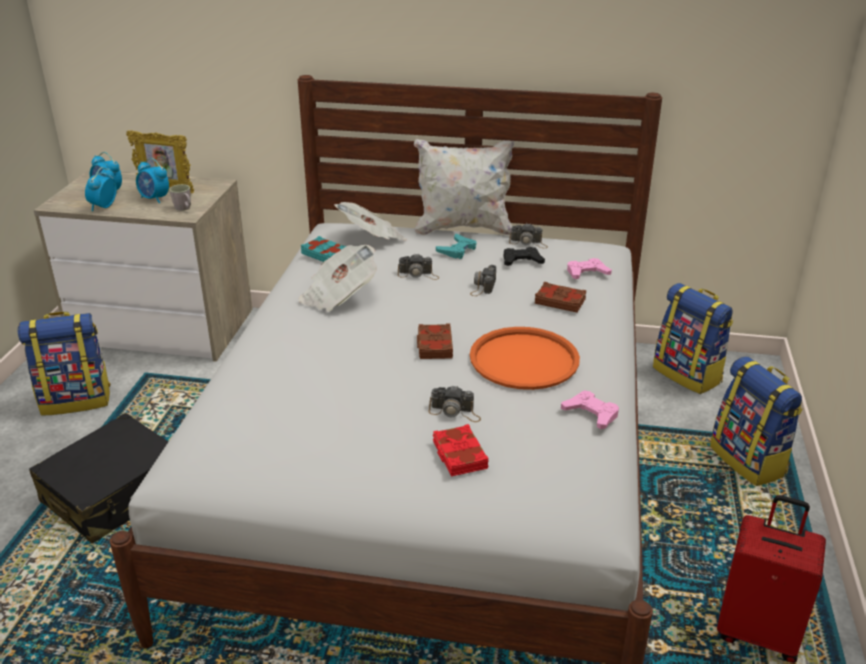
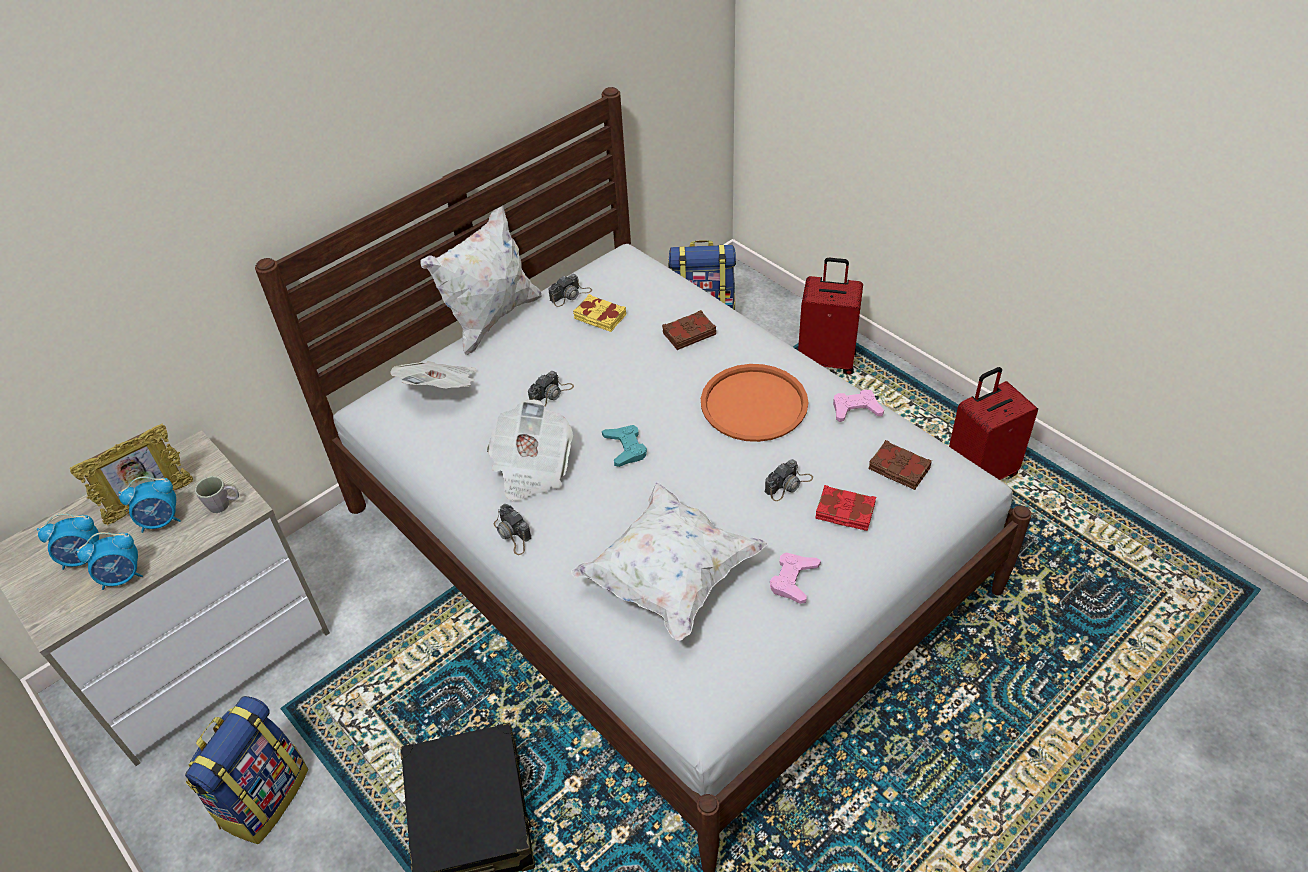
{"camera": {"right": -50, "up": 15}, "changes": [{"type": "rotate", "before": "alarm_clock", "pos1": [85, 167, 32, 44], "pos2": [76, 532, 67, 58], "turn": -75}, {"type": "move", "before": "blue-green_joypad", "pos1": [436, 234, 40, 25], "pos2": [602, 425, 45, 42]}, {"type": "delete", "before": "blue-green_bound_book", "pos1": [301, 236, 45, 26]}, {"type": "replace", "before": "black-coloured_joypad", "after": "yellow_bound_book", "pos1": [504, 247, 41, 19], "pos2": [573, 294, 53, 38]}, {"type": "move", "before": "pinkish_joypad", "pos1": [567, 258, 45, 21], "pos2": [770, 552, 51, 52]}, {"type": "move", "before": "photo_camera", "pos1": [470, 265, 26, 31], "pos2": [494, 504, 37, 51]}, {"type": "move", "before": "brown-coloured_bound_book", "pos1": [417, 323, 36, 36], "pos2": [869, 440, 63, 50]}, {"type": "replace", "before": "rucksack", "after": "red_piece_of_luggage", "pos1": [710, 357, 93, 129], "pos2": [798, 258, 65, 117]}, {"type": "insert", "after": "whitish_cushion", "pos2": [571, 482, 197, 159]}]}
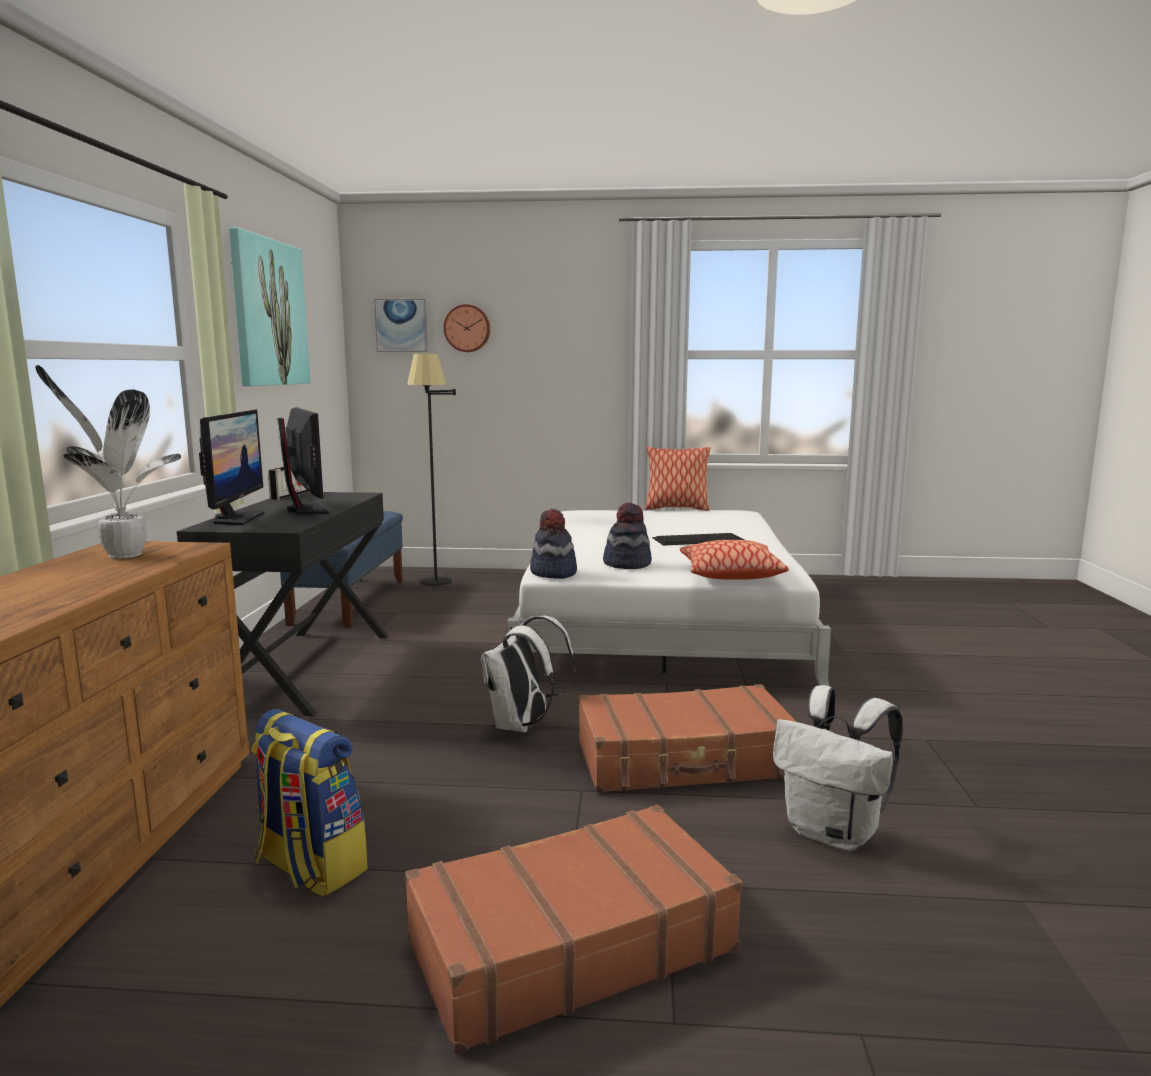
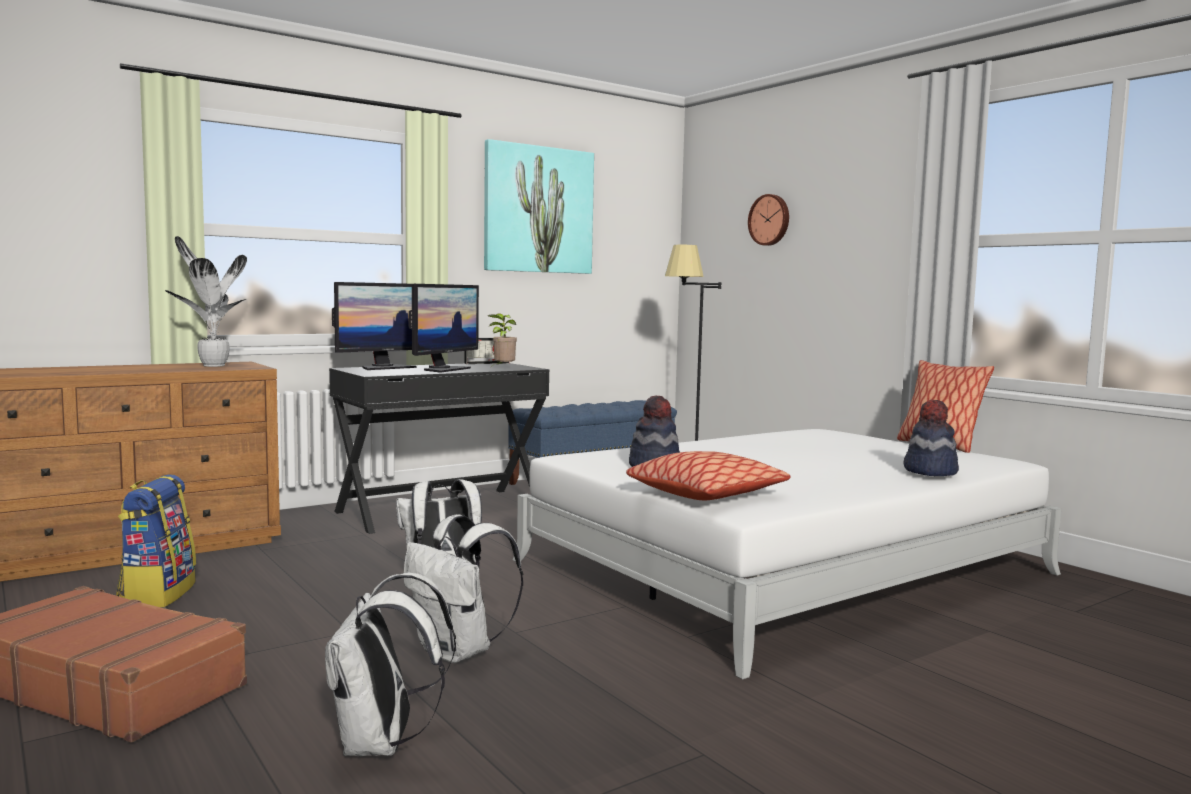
{"camera": {"right": 50, "up": -5}, "changes": [{"type": "delete", "before": "picture", "pos1": [374, 299, 54, 53]}, {"type": "move", "before": "hat", "pos1": [530, 509, 47, 70], "pos2": [904, 400, 55, 76]}, {"type": "delete", "before": "computer_keyboard", "pos1": [652, 533, 92, 13]}, {"type": "replace", "before": "brown-coloured_piece_of_luggage", "after": "whitish_rucksack", "pos1": [578, 684, 219, 109], "pos2": [404, 514, 119, 149]}, {"type": "insert", "after": "potted_plant", "pos2": [488, 314, 29, 53]}]}
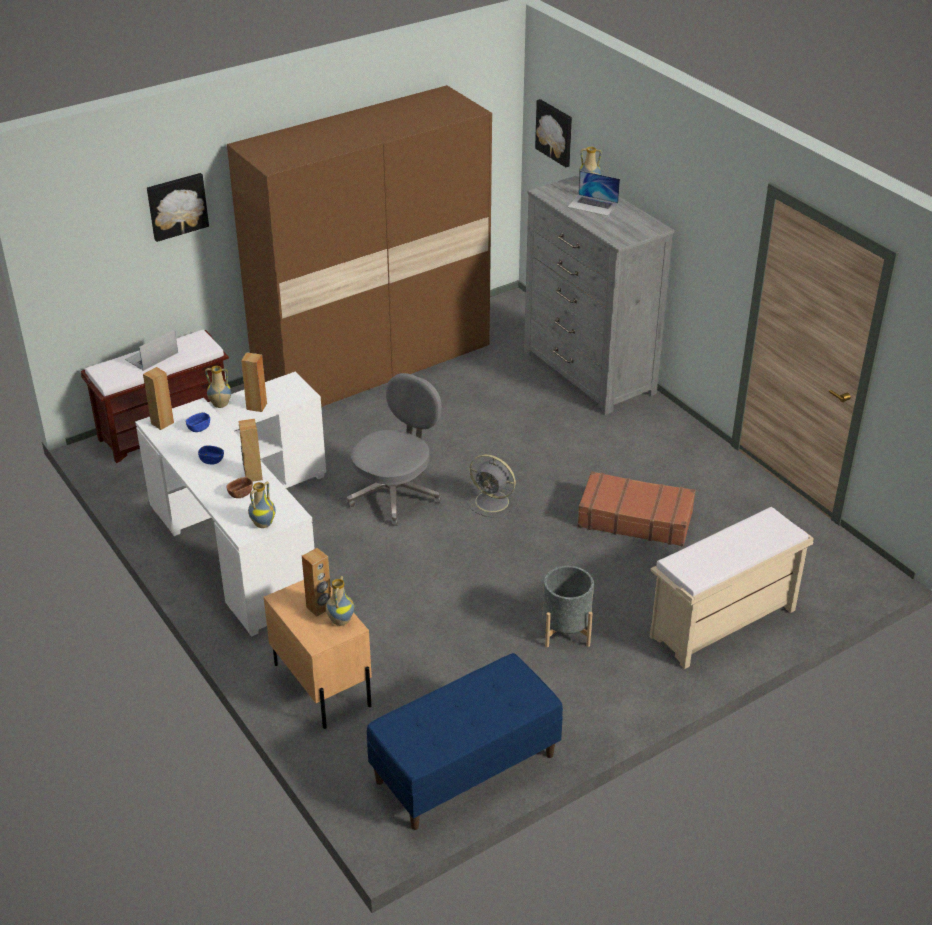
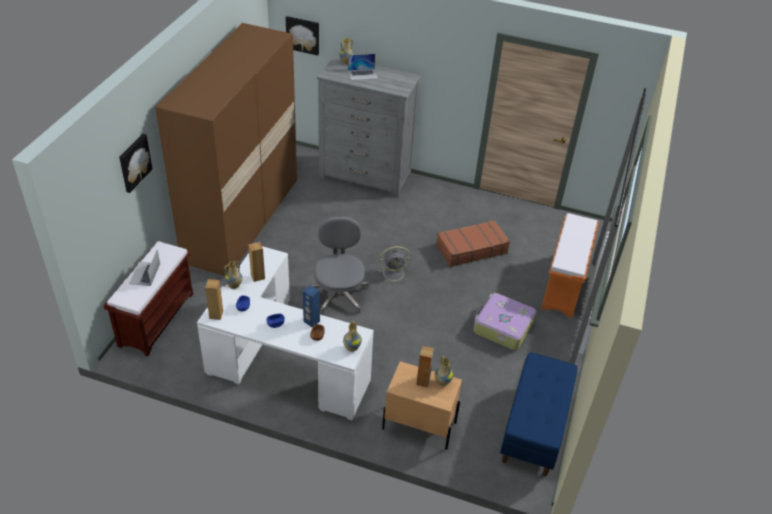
{"camera": {"right": -40, "up": 5}, "changes": [{"type": "recolor", "before": "brown-coloured_speaker", "after": "bluish_speaker", "pos1": [238, 419, 25, 63], "pos2": [303, 285, 17, 43]}, {"type": "recolor", "before": "beige-coloured_indoor_bench", "after": "orange-coloured_indoor_bench", "pos1": [650, 507, 164, 162], "pos2": [541, 213, 58, 105]}, {"type": "replace", "before": "grey_flower_pot", "after": "piece_of_luggage", "pos1": [542, 566, 52, 81], "pos2": [473, 293, 64, 57]}]}
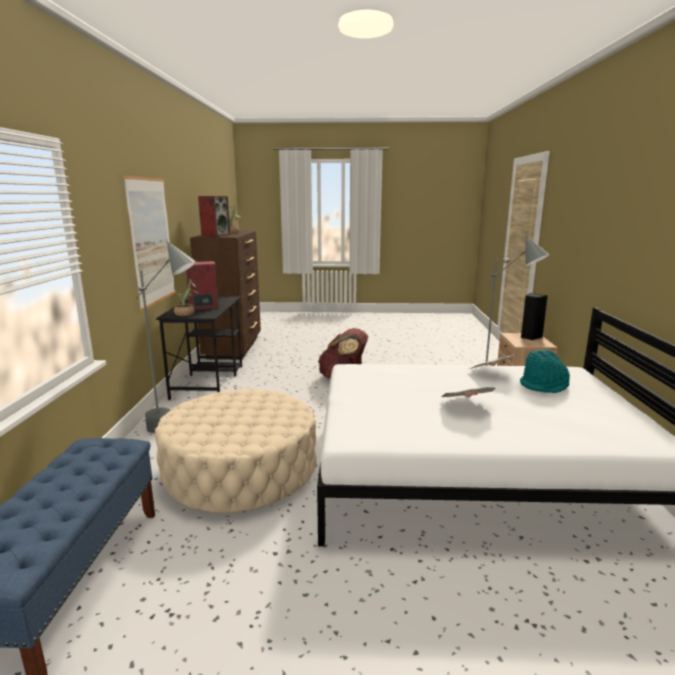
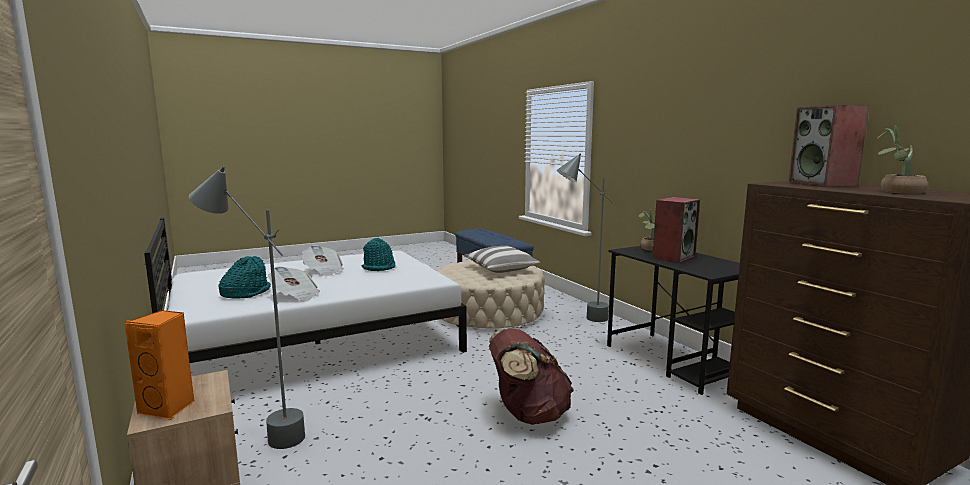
{"camera": {"right": 150, "up": -5}, "changes": [{"type": "delete", "before": "picture", "pos1": [123, 176, 53, 135]}, {"type": "recolor", "before": "black-coloured_speaker", "after": "orange-coloured_speaker", "pos1": [521, 293, 27, 47], "pos2": [124, 310, 71, 110]}, {"type": "insert", "after": "blue-green_hat", "pos2": [362, 238, 33, 33]}, {"type": "insert", "after": "cushion", "pos2": [464, 246, 76, 27]}]}
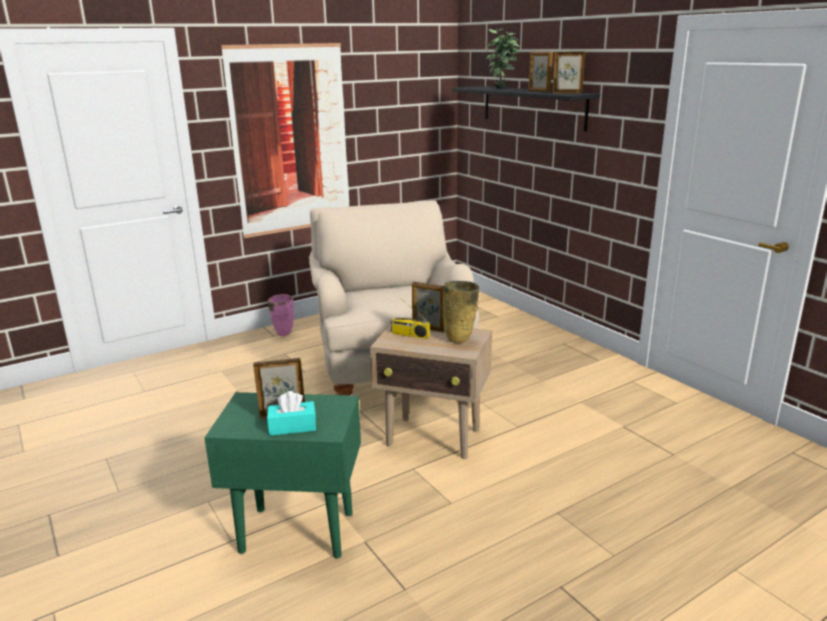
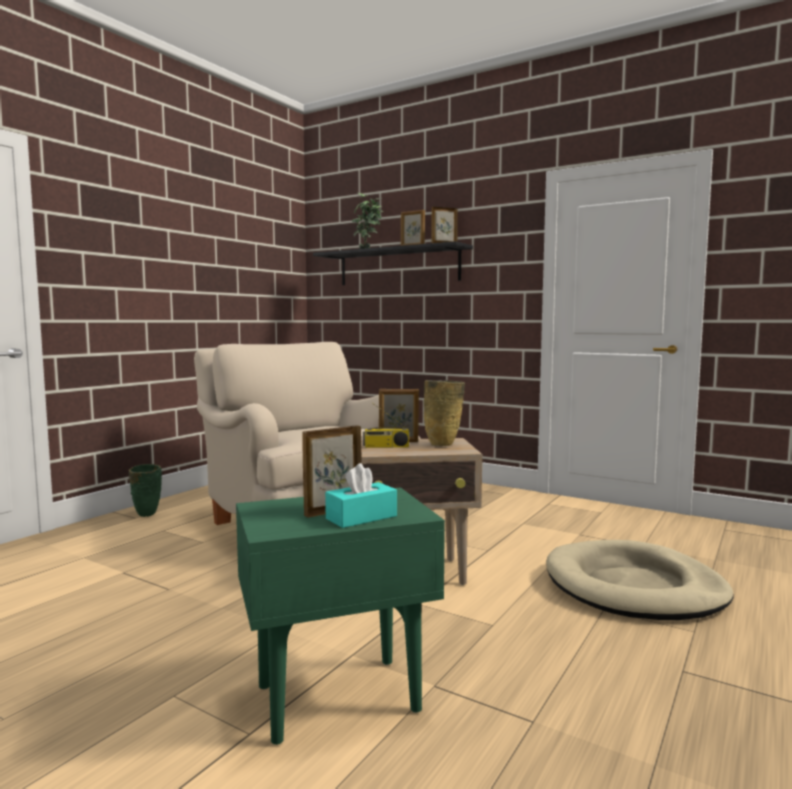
{"camera": {"right": -25, "up": -15}, "changes": [{"type": "delete", "before": "picture", "pos1": [221, 43, 128, 195]}, {"type": "recolor", "before": "pinkish_flower_vase", "after": "green-coloured_flower_vase", "pos1": [268, 294, 26, 42], "pos2": [129, 464, 33, 53]}, {"type": "insert", "after": "beige-coloured_dog_cushion", "pos2": [546, 540, 188, 80]}]}
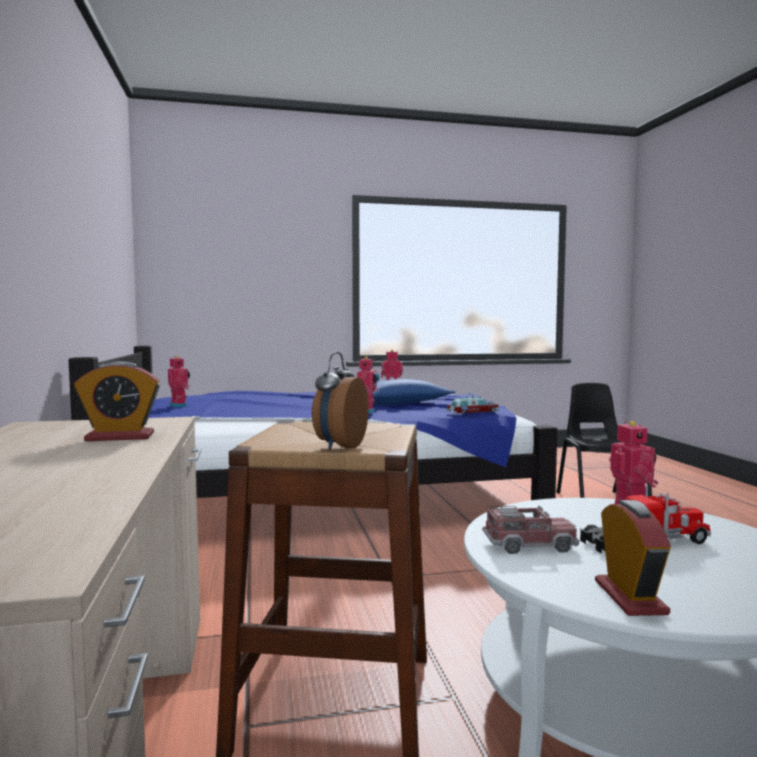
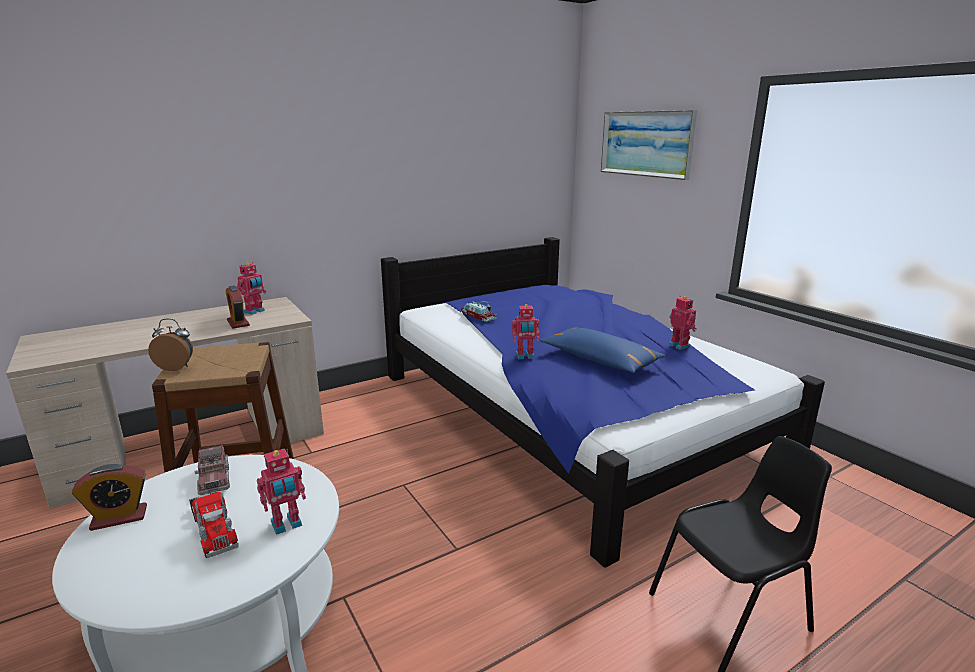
{"camera": {"right": 70, "up": 15}, "changes": [{"type": "move", "before": "model_robot", "pos1": [168, 356, 22, 51], "pos2": [237, 262, 29, 53]}, {"type": "move", "before": "toy_car", "pos1": [446, 393, 53, 21], "pos2": [461, 301, 36, 21]}, {"type": "insert", "after": "picture", "pos2": [601, 110, 96, 70]}]}
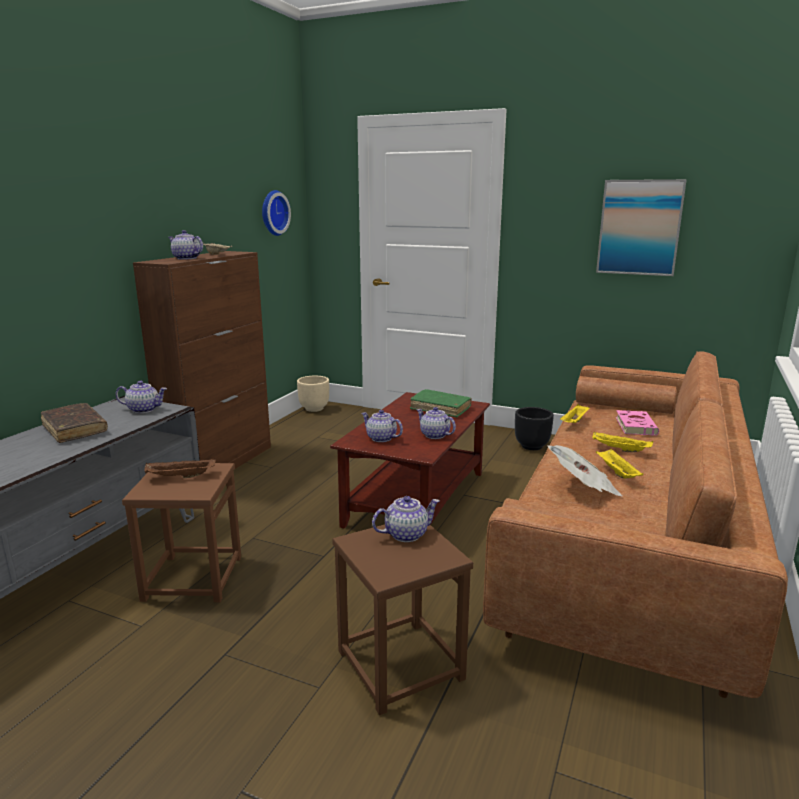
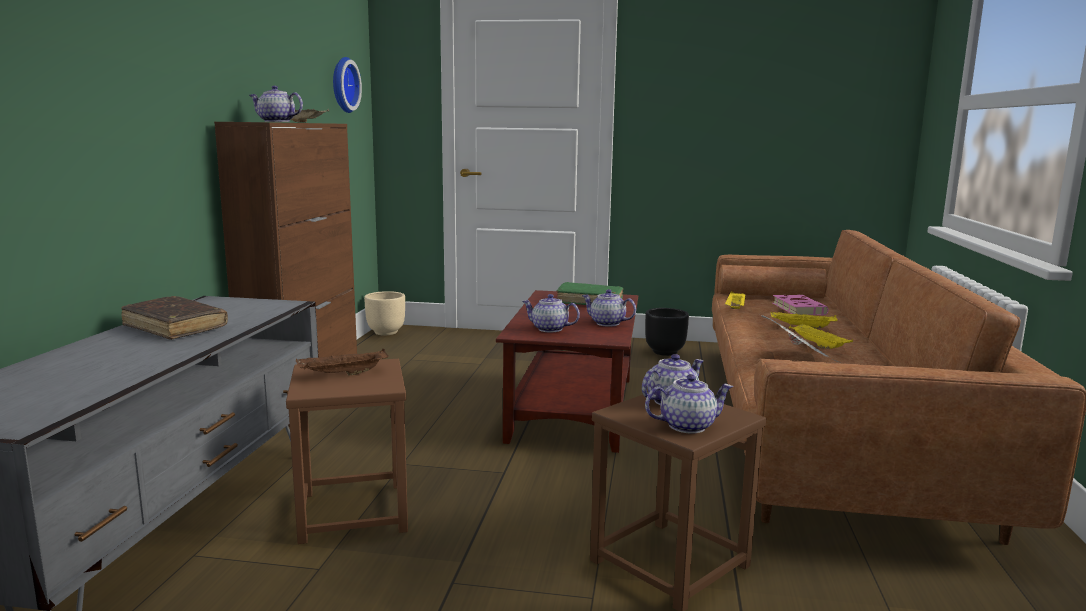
{"camera": {"right": -15, "up": -5}, "changes": [{"type": "delete", "before": "picture", "pos1": [596, 179, 91, 97]}, {"type": "move", "before": "tea_pot", "pos1": [115, 381, 52, 32], "pos2": [645, 374, 88, 60]}]}
